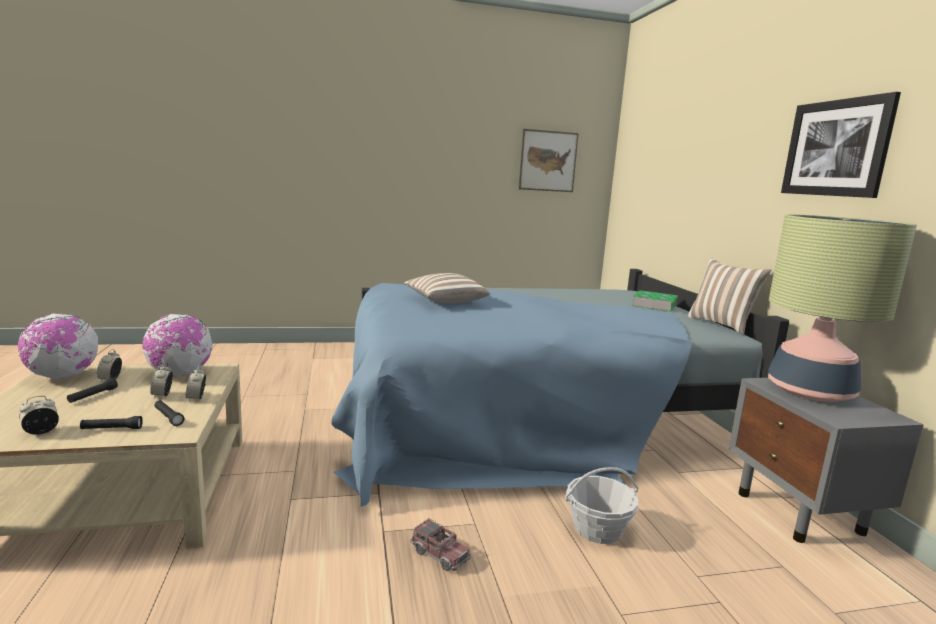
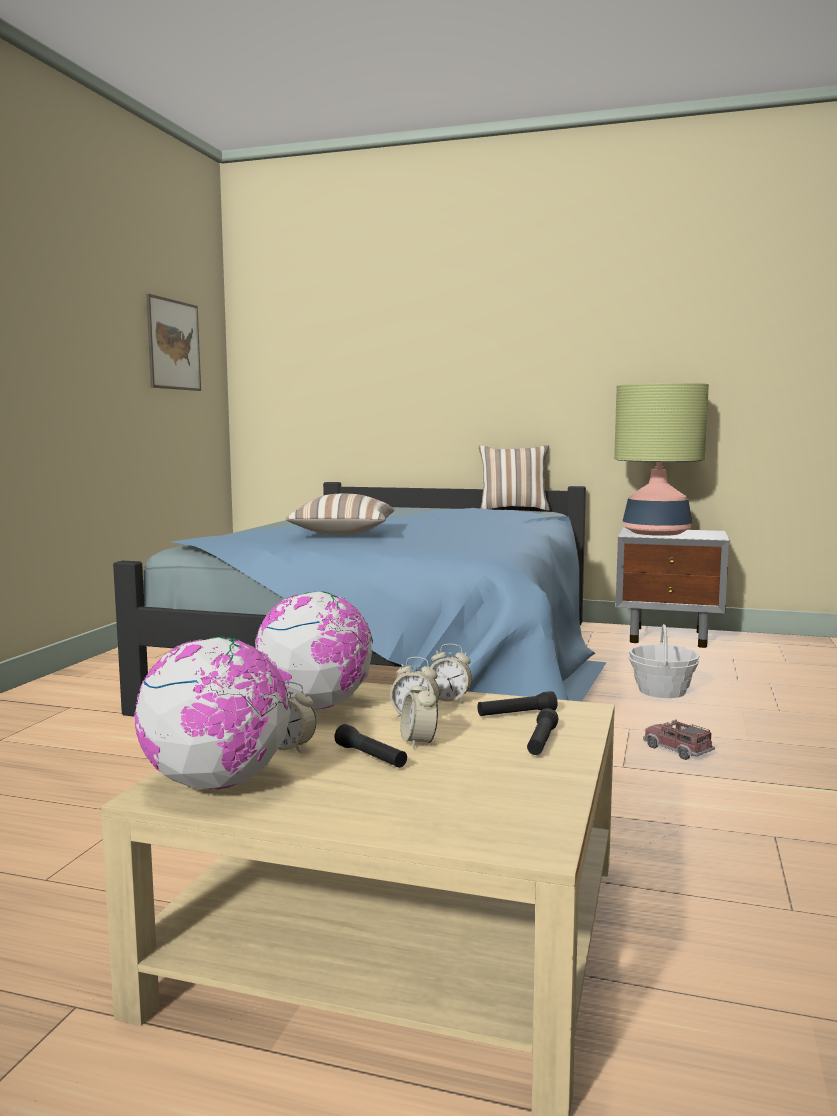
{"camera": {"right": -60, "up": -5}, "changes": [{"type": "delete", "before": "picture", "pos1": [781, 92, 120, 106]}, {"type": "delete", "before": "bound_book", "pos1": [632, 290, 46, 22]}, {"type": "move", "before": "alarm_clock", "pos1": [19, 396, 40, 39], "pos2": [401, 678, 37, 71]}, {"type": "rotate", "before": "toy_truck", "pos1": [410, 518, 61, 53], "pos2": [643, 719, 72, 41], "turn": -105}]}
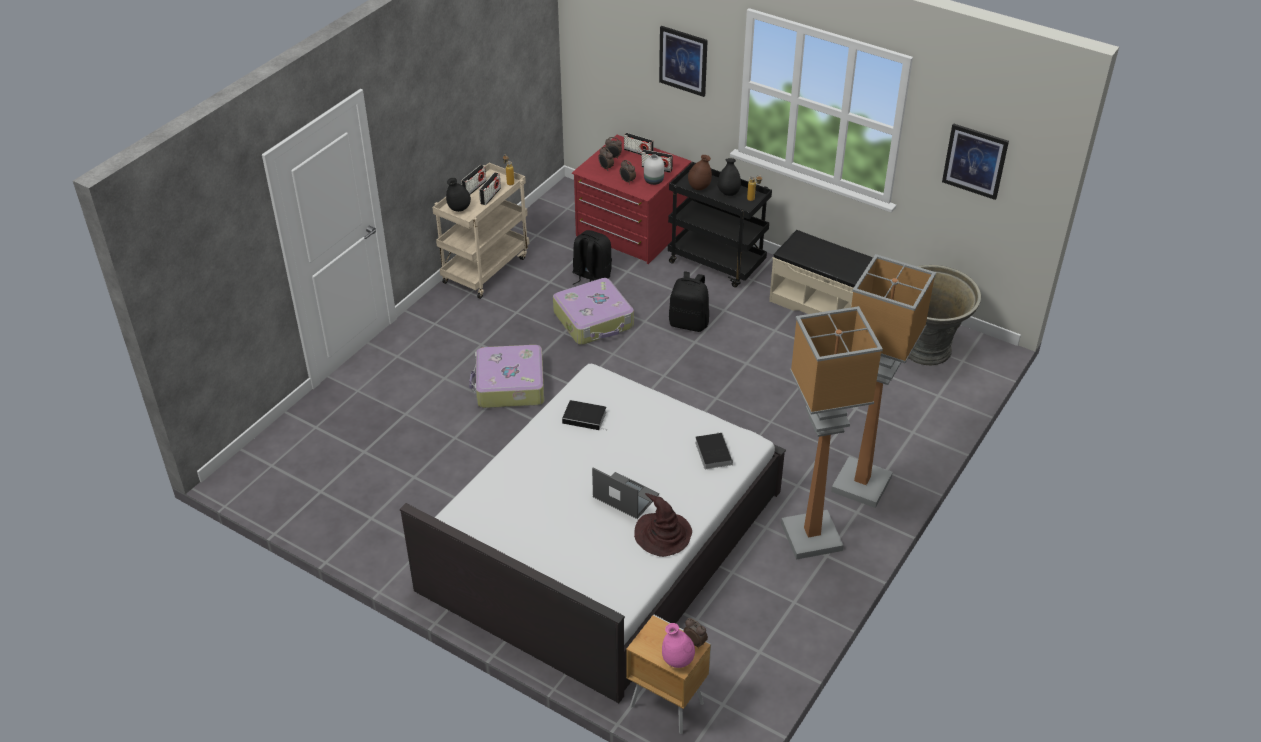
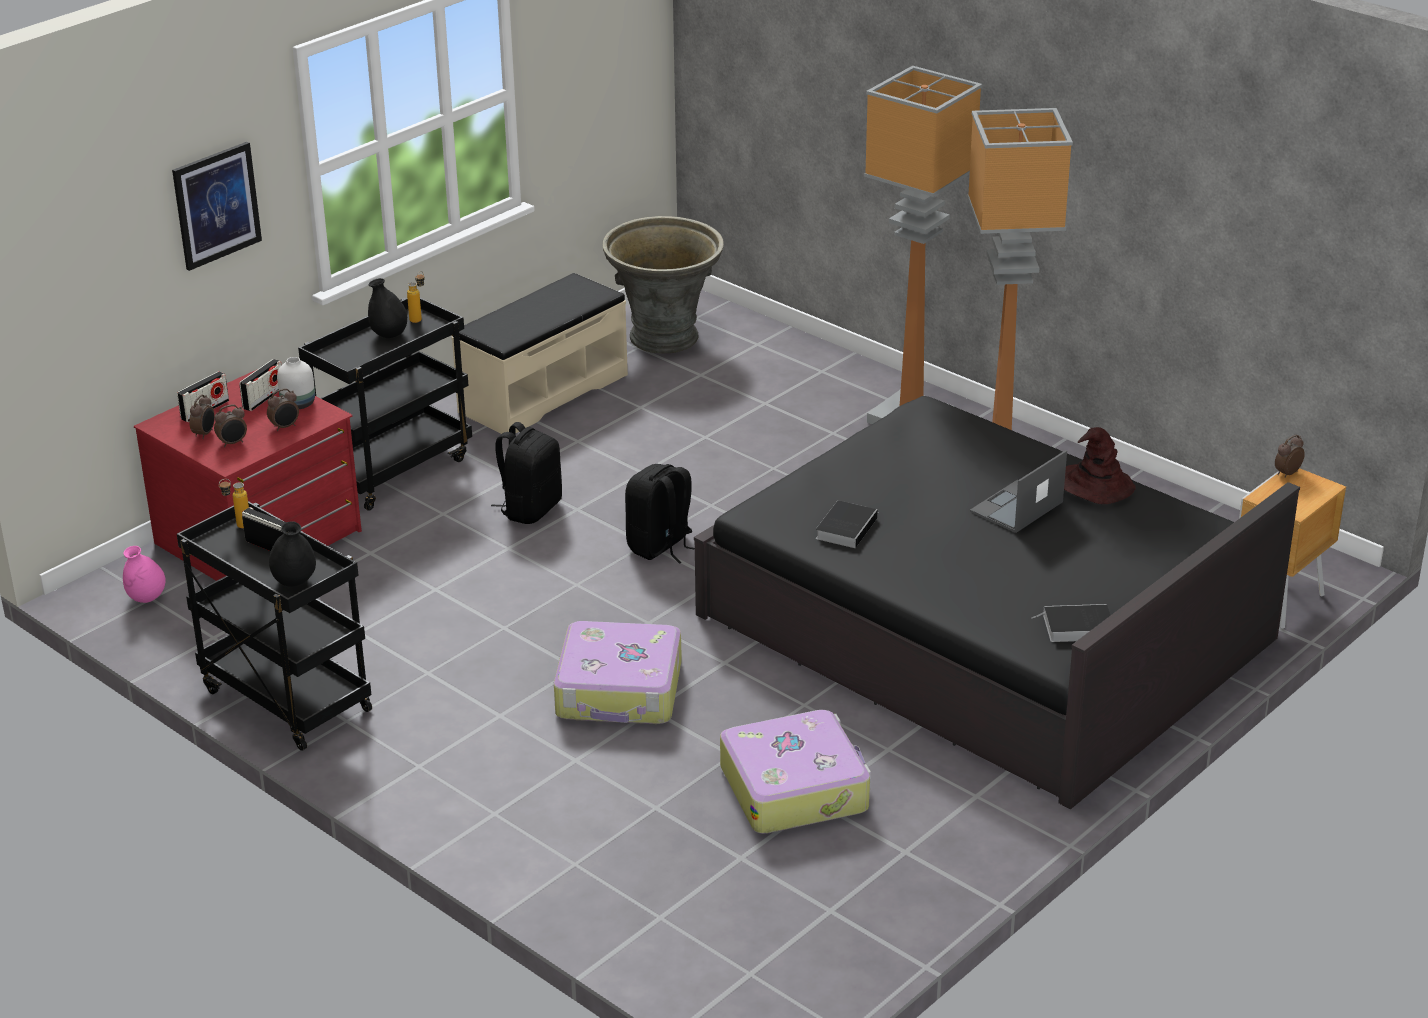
{"camera": {"right": -80, "up": -10}, "changes": [{"type": "delete", "before": "picture", "pos1": [942, 123, 67, 77]}, {"type": "delete", "before": "brown-coloured_flower_vase", "pos1": [688, 155, 24, 35]}, {"type": "recolor", "before": "beige-coloured_cart", "after": "black-coloured_cart", "pos1": [432, 163, 97, 136], "pos2": [177, 501, 195, 250]}, {"type": "delete", "before": "radio", "pos1": [461, 165, 25, 30]}, {"type": "move", "before": "black-coloured_rucksack", "pos1": [572, 230, 40, 55], "pos2": [625, 464, 70, 100]}, {"type": "move", "before": "piece_of_luggage", "pos1": [553, 278, 81, 67], "pos2": [720, 710, 151, 124]}, {"type": "recolor", "before": "whitish_sleeping_bed", "after": "black-coloured_sleeping_bed", "pos1": [400, 364, 386, 339], "pos2": [694, 396, 606, 413]}, {"type": "move", "before": "bound_book", "pos1": [695, 433, 38, 36], "pos2": [1031, 604, 80, 38]}, {"type": "move", "before": "pinkish_flower_vase", "pos1": [662, 623, 33, 45], "pos2": [123, 546, 43, 57]}]}
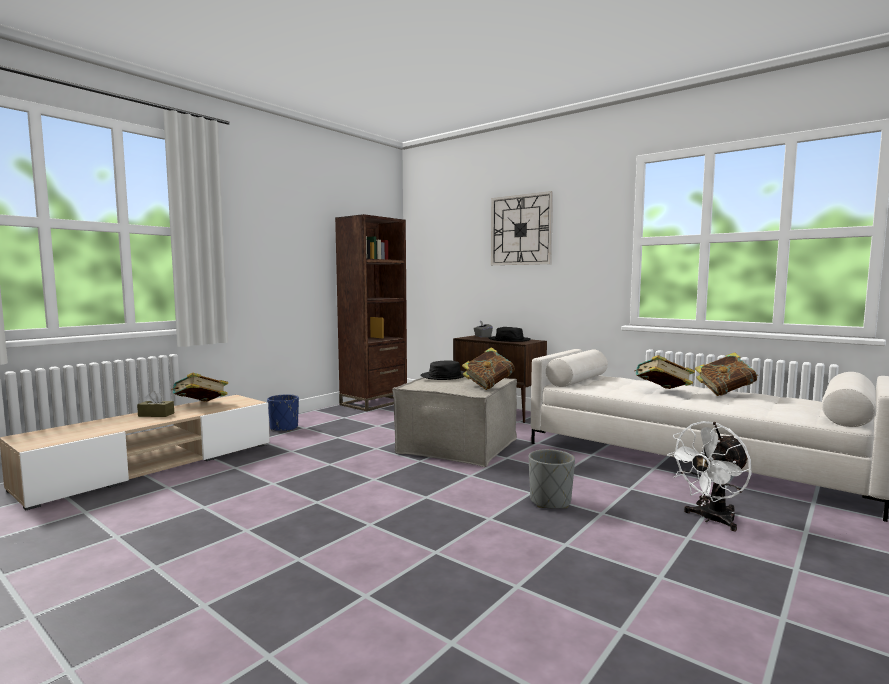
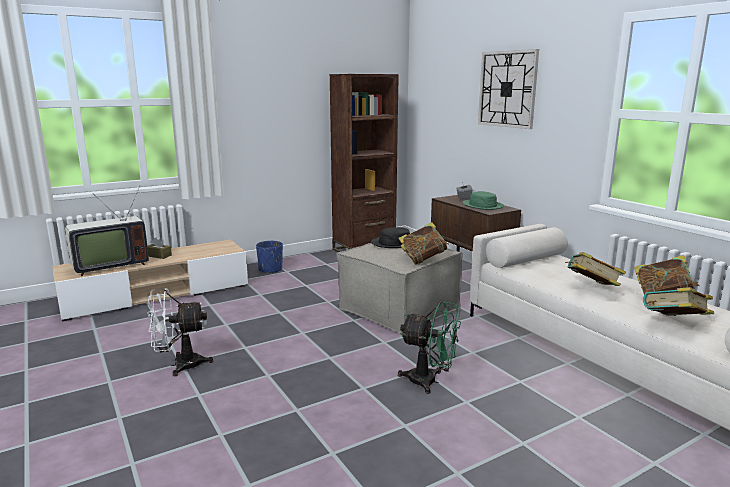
{"camera": {"right": 20, "up": 10}, "changes": [{"type": "recolor", "before": "black-coloured_hat", "after": "green-coloured_hat", "pos1": [488, 327, 43, 15], "pos2": [462, 191, 42, 19]}, {"type": "move", "before": "bound_book", "pos1": [171, 373, 57, 29], "pos2": [643, 287, 71, 29]}, {"type": "move", "before": "whitish_fan", "pos1": [667, 421, 84, 110], "pos2": [147, 288, 66, 89]}, {"type": "replace", "before": "grey_flower_pot", "after": "green-coloured_fan", "pos1": [529, 449, 46, 60], "pos2": [398, 301, 63, 93]}, {"type": "insert", "after": "TV", "pos2": [65, 186, 84, 90]}]}
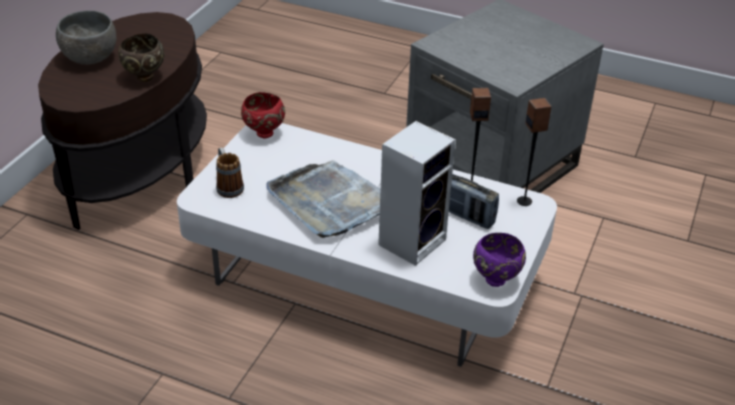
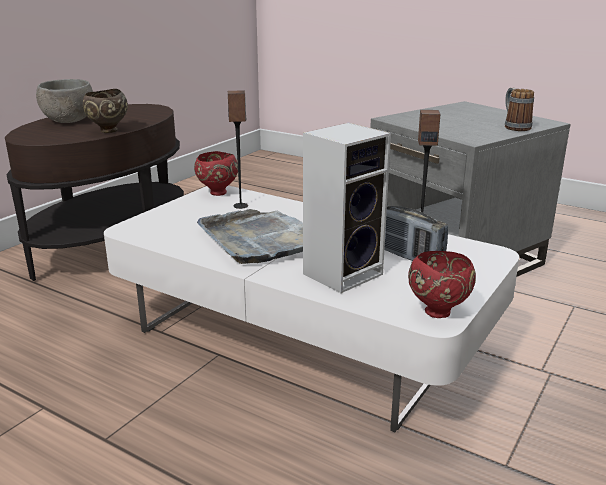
{"camera": {"right": 10, "up": -15}, "changes": [{"type": "move", "before": "speaker", "pos1": [517, 98, 35, 108], "pos2": [228, 90, 20, 119]}, {"type": "move", "before": "tea_mug", "pos1": [216, 147, 28, 51], "pos2": [505, 88, 29, 43]}, {"type": "recolor", "before": "purplish_serving_bowl", "after": "red_serving_bowl", "pos1": [473, 233, 53, 54], "pos2": [408, 251, 68, 67]}]}
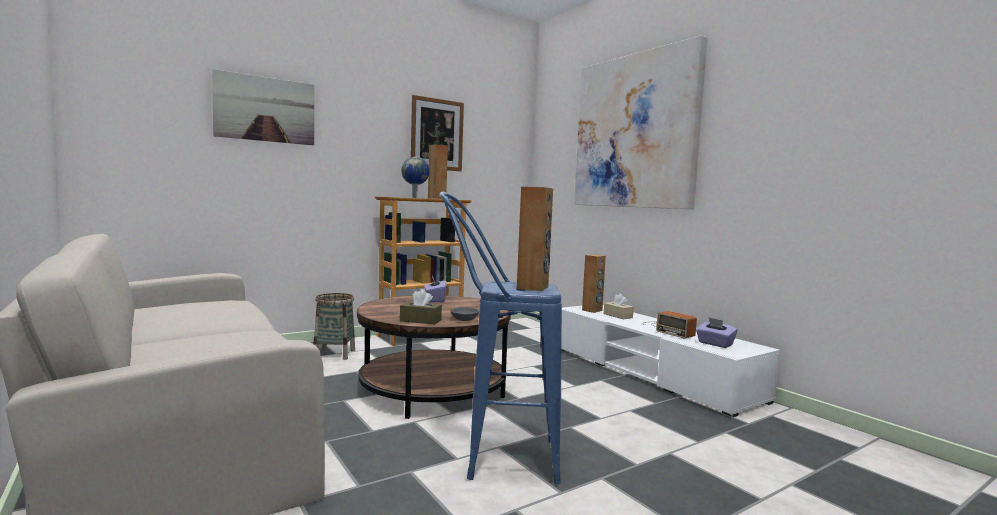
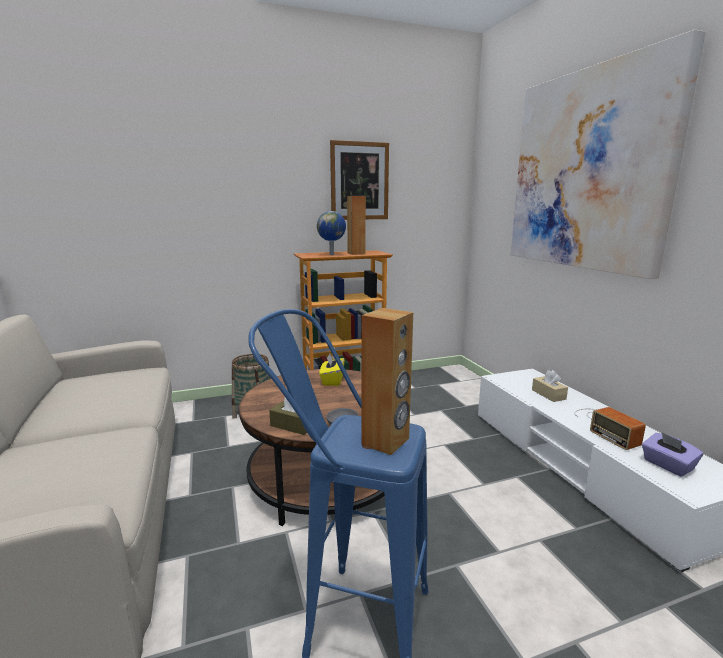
{"camera": {"right": 15, "up": 10}, "changes": [{"type": "delete", "before": "picture", "pos1": [212, 69, 102, 76]}, {"type": "delete", "before": "brown-coloured_speaker", "pos1": [582, 254, 24, 59]}, {"type": "recolor", "before": "purplish_box_of_tissues", "after": "yellow_box_of_tissues", "pos1": [424, 275, 23, 28], "pos2": [319, 354, 25, 32]}]}
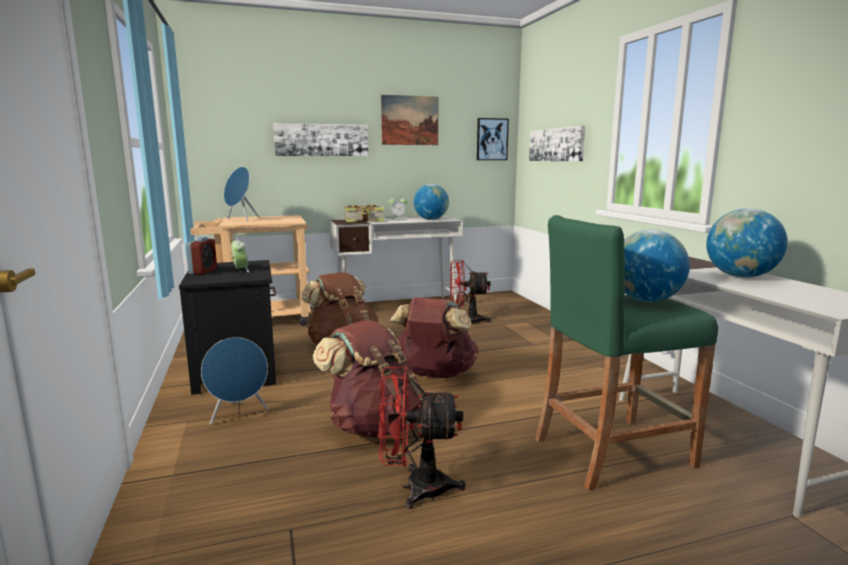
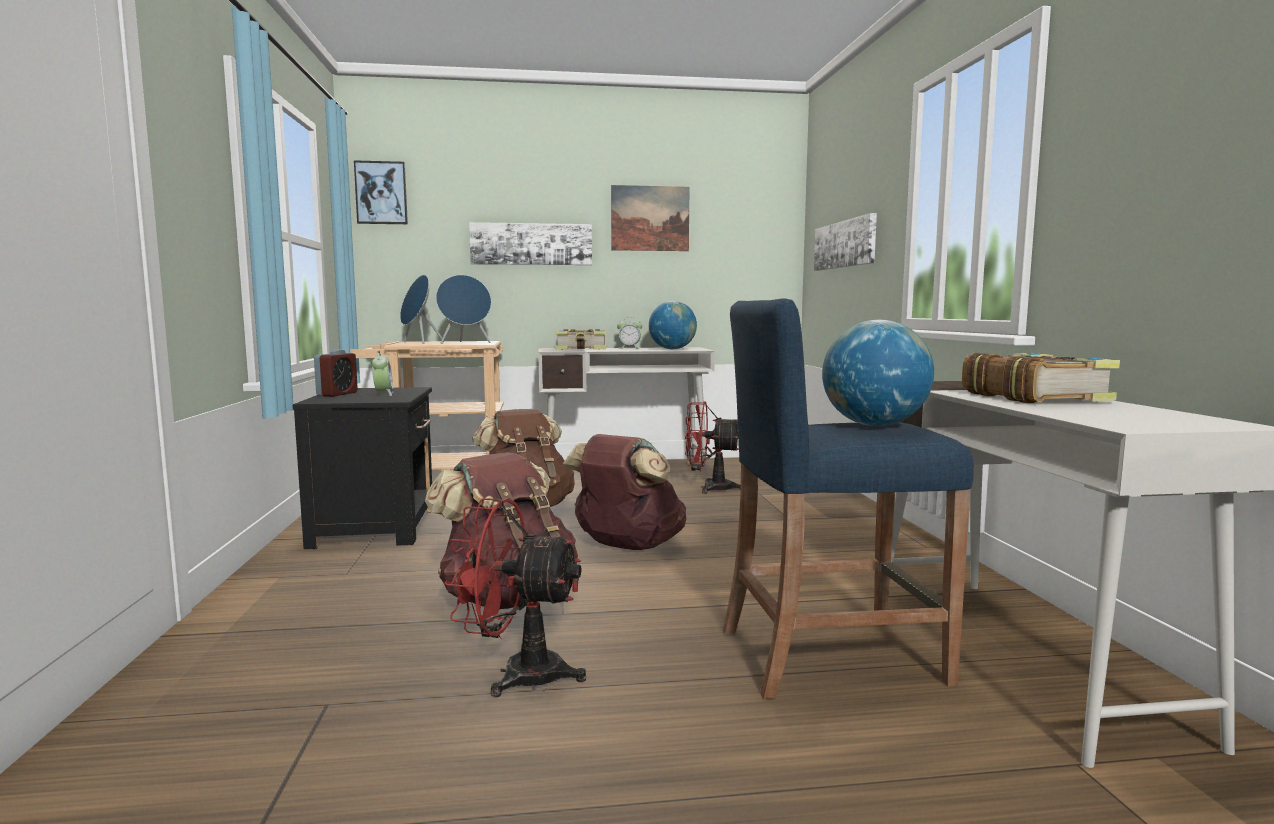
{"camera": {"right": 10, "up": -5}, "changes": [{"type": "move", "before": "picture", "pos1": [477, 118, 32, 42], "pos2": [354, 160, 54, 64]}, {"type": "replace", "before": "world_globe", "after": "bound_book", "pos1": [706, 208, 82, 70], "pos2": [962, 353, 158, 50]}, {"type": "recolor", "before": "green-coloured_stool_seat", "after": "bluish_stool_seat", "pos1": [535, 215, 183, 275], "pos2": [722, 299, 252, 400]}, {"type": "move", "before": "bluish_speaker", "pos1": [201, 337, 68, 88], "pos2": [436, 275, 55, 69]}]}
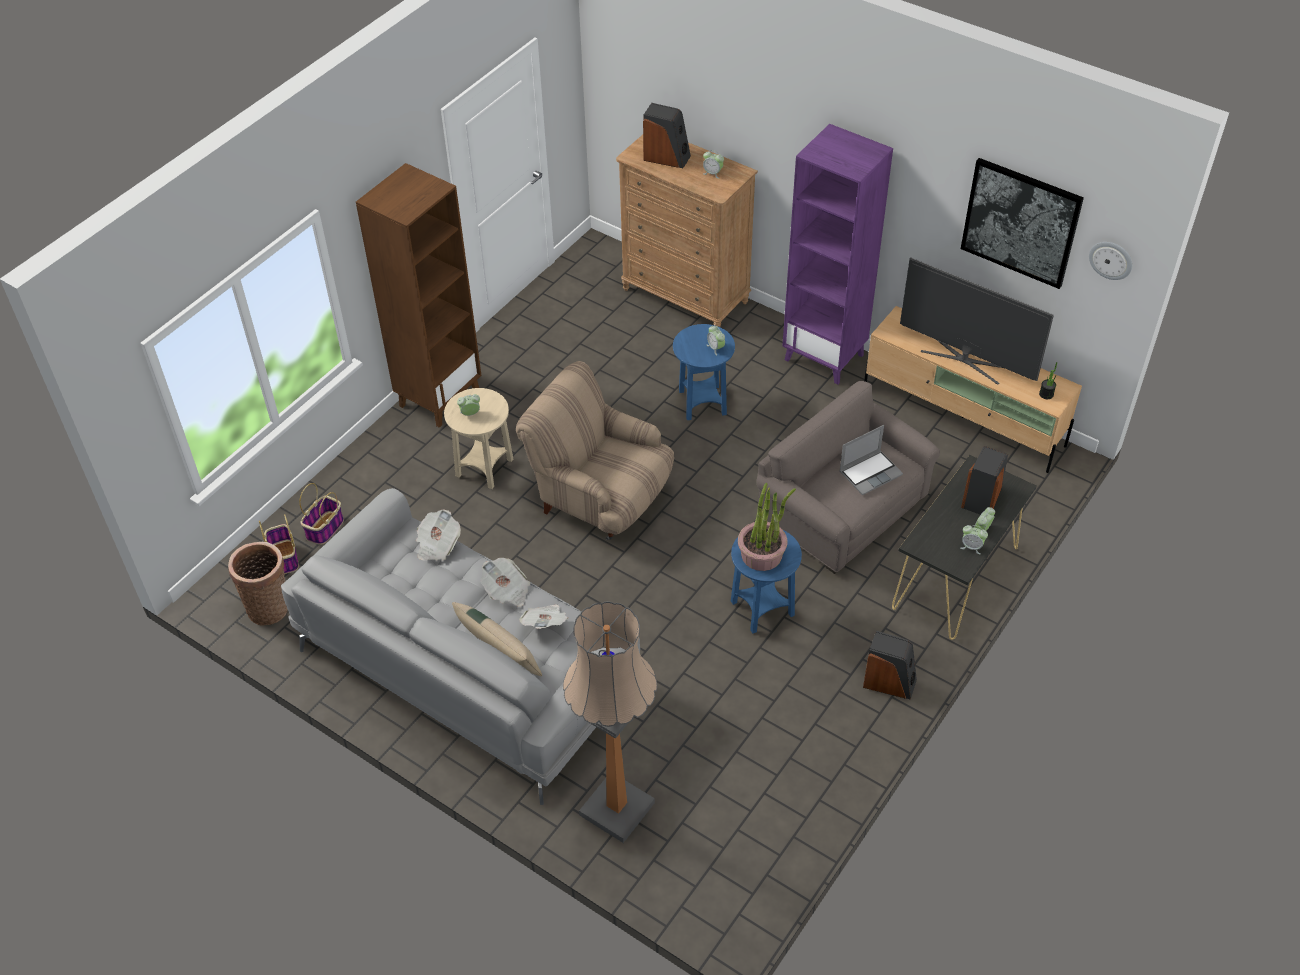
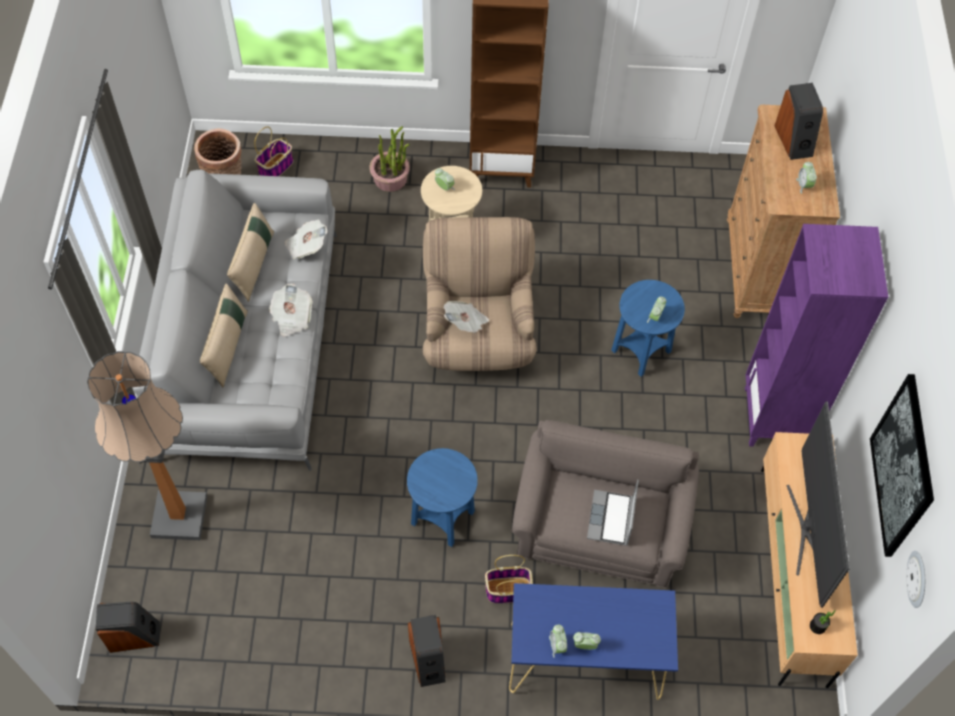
{"camera": {"right": 55, "up": 10}, "changes": [{"type": "rotate", "before": "notebook_computer", "pos1": [840, 425, 63, 70], "pos2": [587, 479, 52, 67], "turn": 75}, {"type": "move", "before": "speaker", "pos1": [961, 446, 47, 69], "pos2": [96, 602, 64, 51]}, {"type": "recolor", "before": "black-coloured_hall_table", "after": "bluish_hall_table", "pos1": [892, 455, 144, 185], "pos2": [509, 583, 169, 117]}, {"type": "move", "before": "basket", "pos1": [299, 483, 45, 62], "pos2": [485, 555, 48, 48]}, {"type": "move", "before": "potted_plant", "pos1": [738, 483, 58, 88], "pos2": [370, 126, 40, 66]}, {"type": "move", "before": "daily_paper", "pos1": [519, 604, 49, 25], "pos2": [443, 301, 46, 32]}, {"type": "insert", "after": "beige-coloured_cushion", "pos2": [227, 203, 47, 99]}]}
